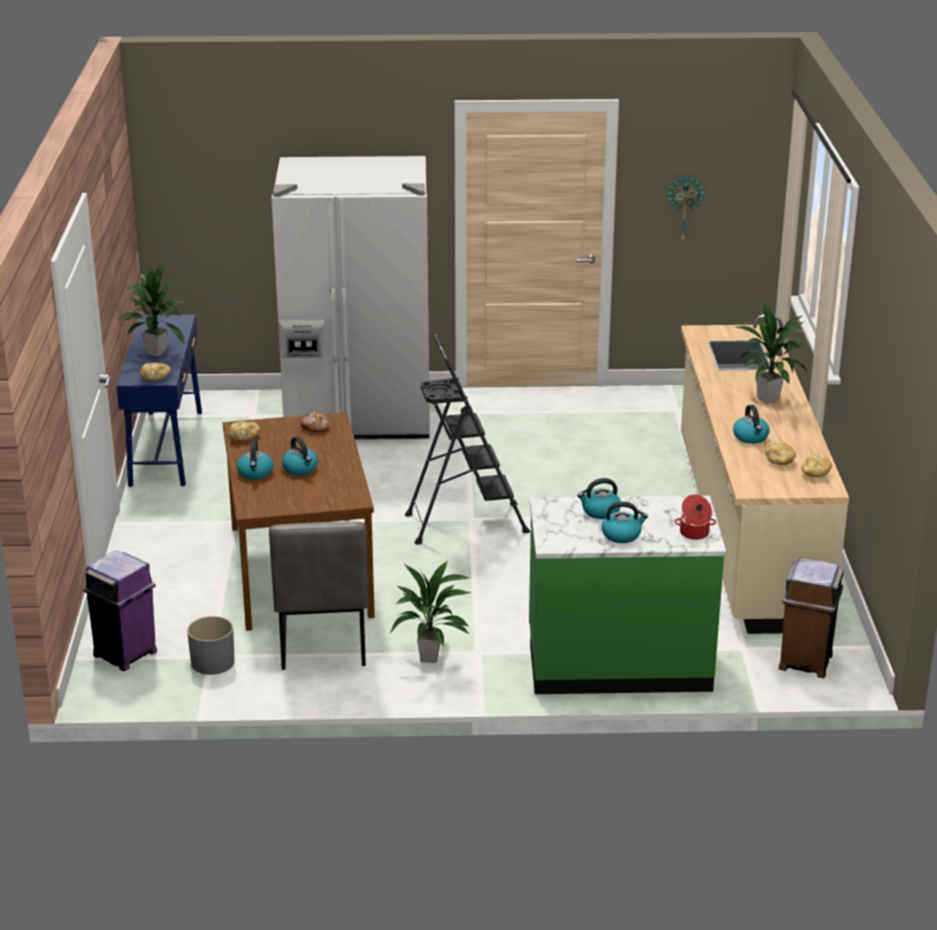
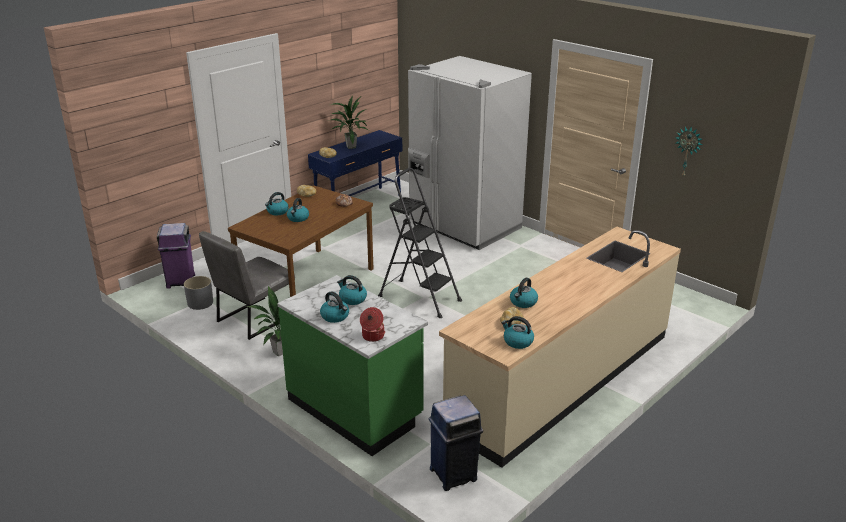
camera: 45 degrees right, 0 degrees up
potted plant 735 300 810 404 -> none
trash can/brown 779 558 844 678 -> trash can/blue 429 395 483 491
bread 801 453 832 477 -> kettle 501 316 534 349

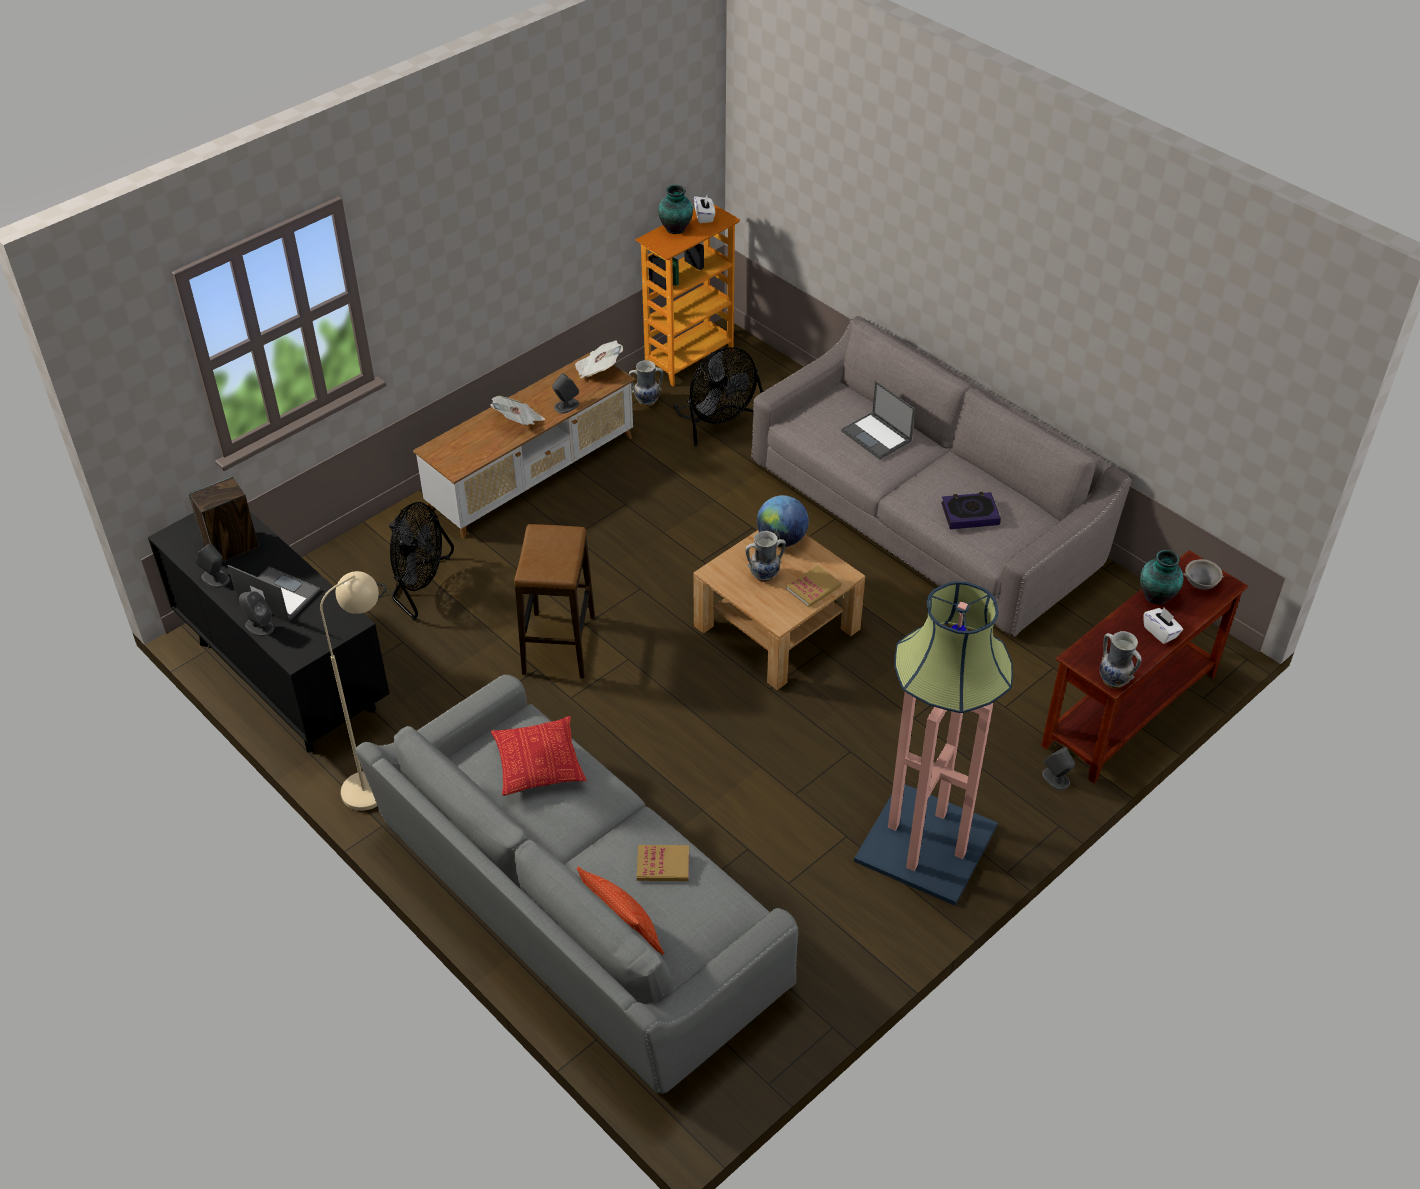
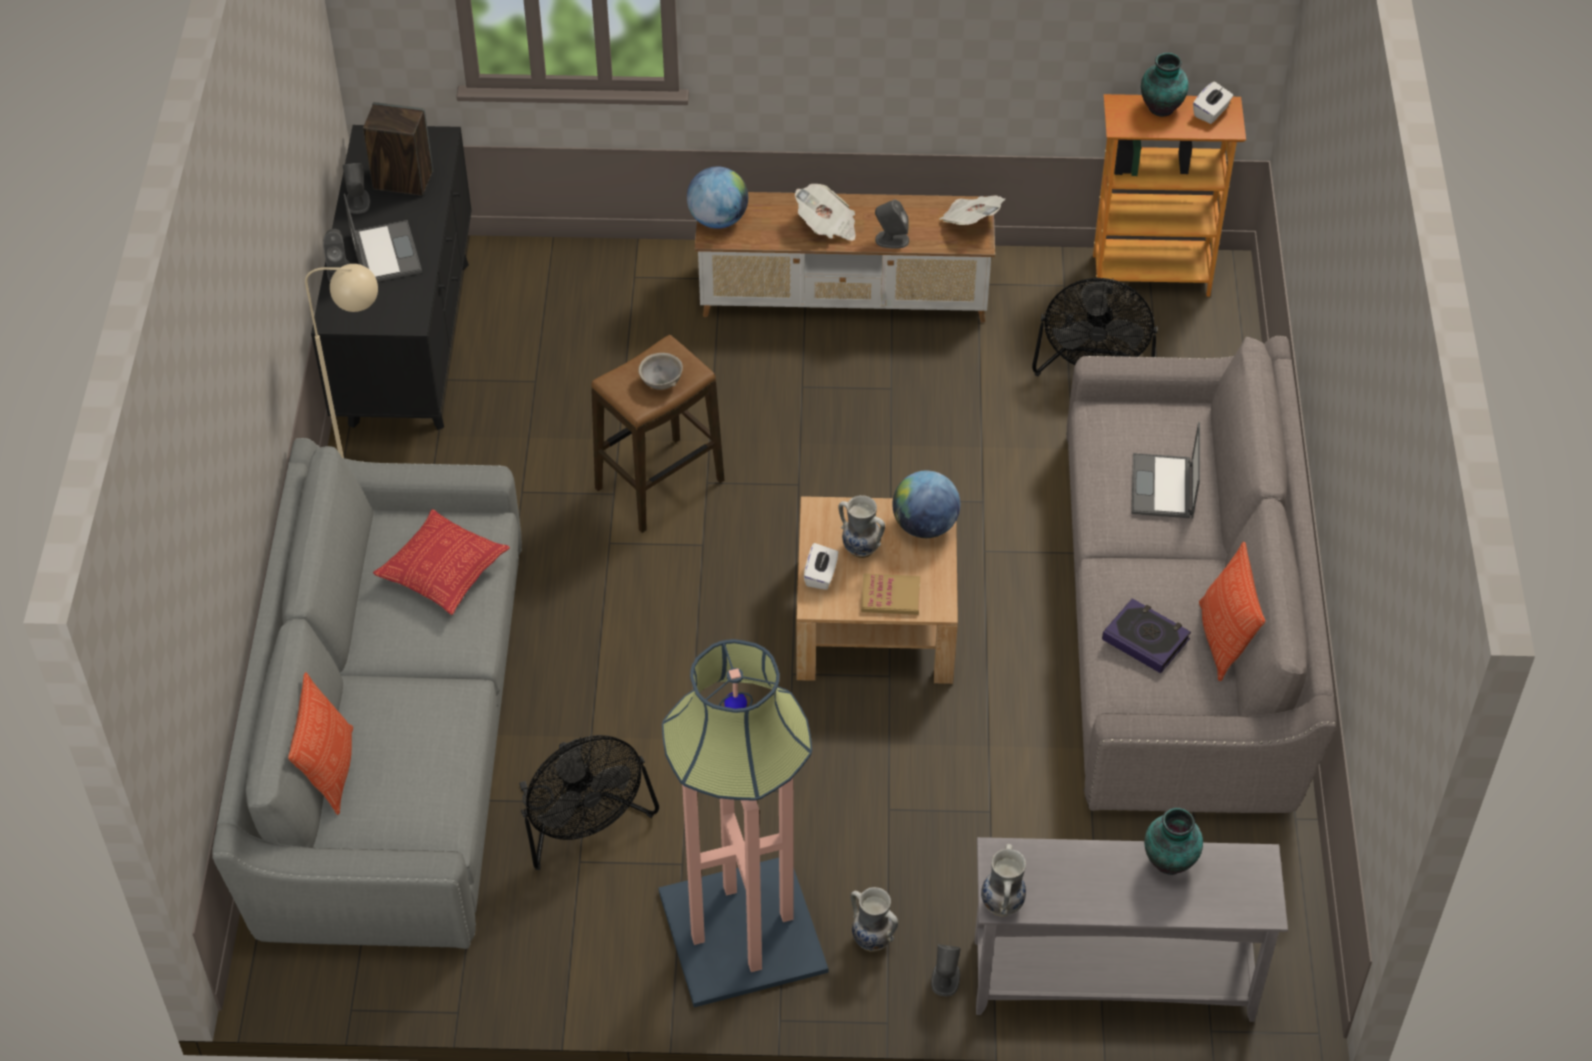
camera: 45 degrees right, 5 degrees up
fan/black 377 502 454 621 -> fan/black 519 735 659 870, relocated
vase 629 360 663 407 -> vase 851 887 898 952, relocated
book 637 845 689 881 -> none
console table/brown 1041 550 1248 784 -> console table/grey 975 837 1288 1022
tissue box/white 1144 607 1183 644 -> tissue box/white 804 543 838 590, relocated
bowl/grey 1183 559 1224 590 -> bowl/grey 639 353 683 390, relocated
none -> globe 687 166 748 229
none -> pillow/orange 1199 542 1265 681

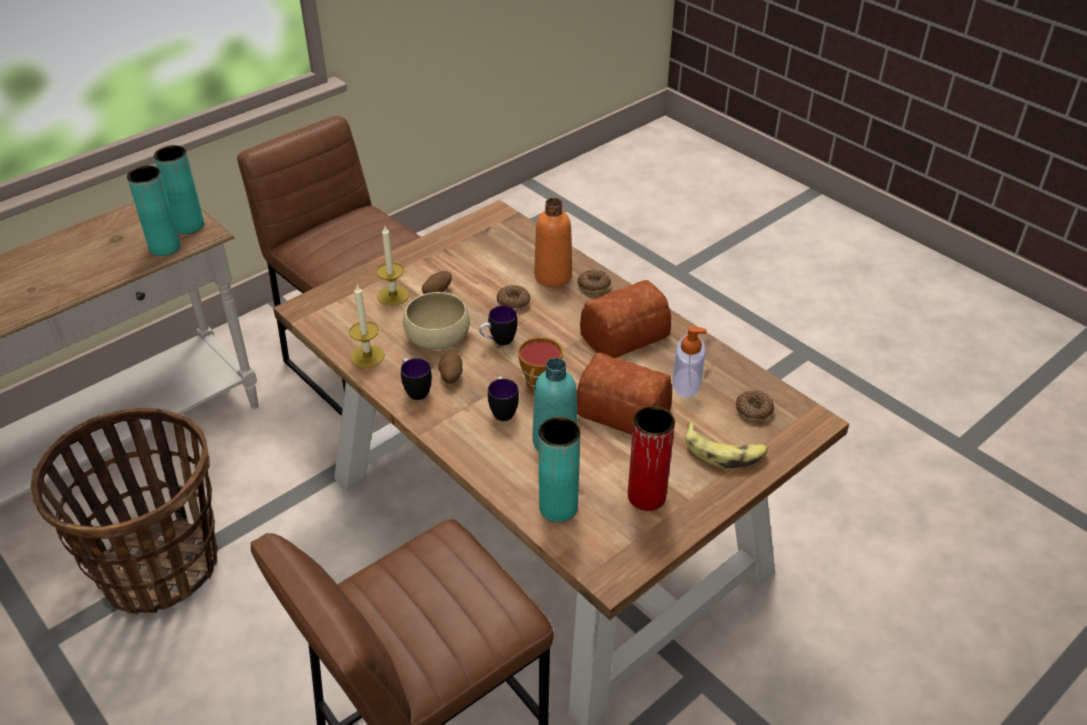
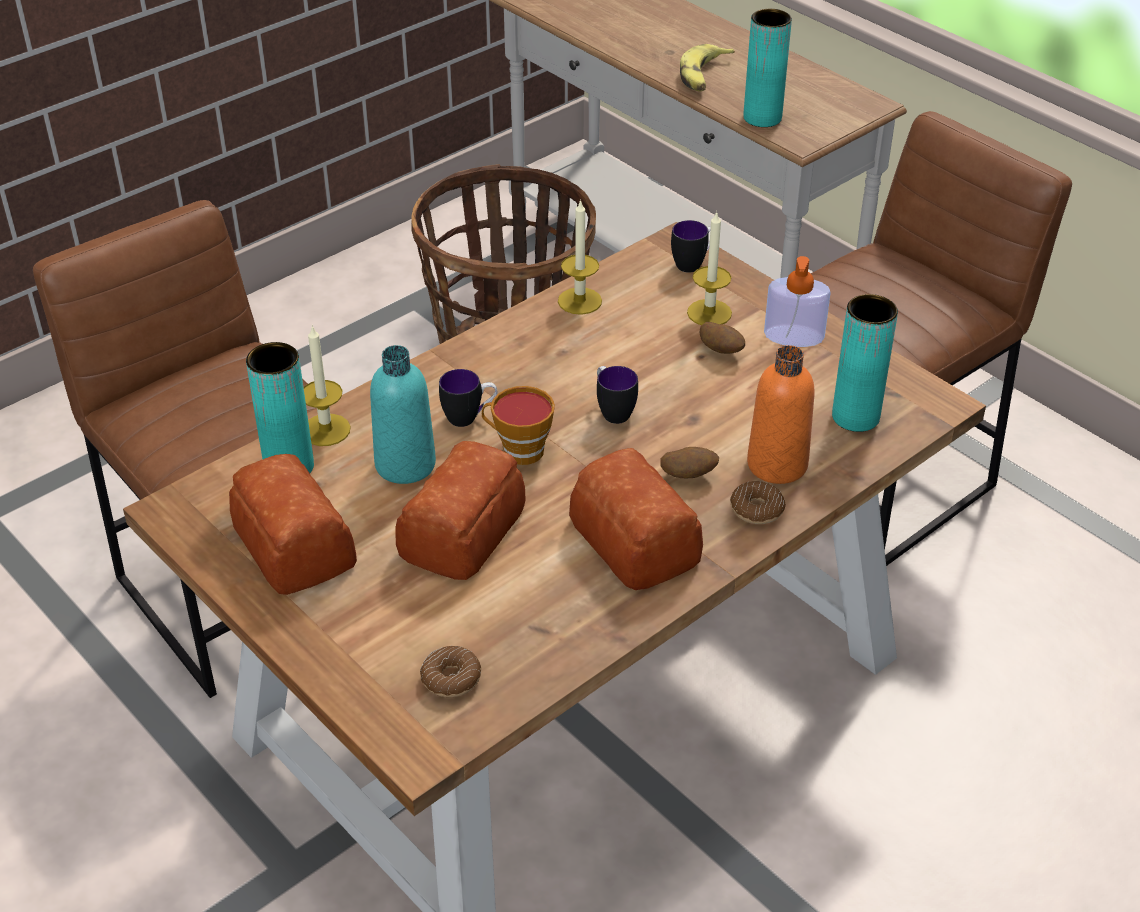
camera: 90 degrees right, 0 degrees up
vase/turquoise 154 145 204 234 -> vase/turquoise 832 294 898 432, relocated
mug 401 358 432 400 -> mug 671 220 711 273, relocated
bowl/beige 403 292 470 350 -> none
potato 438 351 462 384 -> potato 660 447 719 478, relocated
donut 497 285 530 311 -> none
vase/red 628 406 675 511 -> bread 229 454 357 595
soap dispenser 673 326 707 398 -> soap dispenser 764 256 831 347, relocated
banana 686 422 768 468 -> banana 680 44 735 92, relocated
none -> candle 304 325 351 446

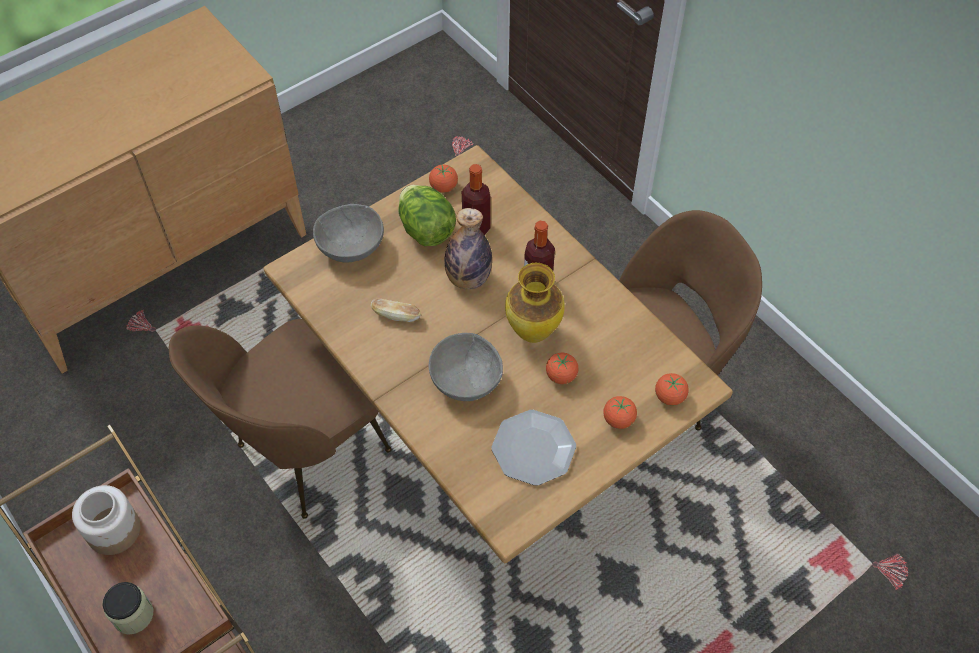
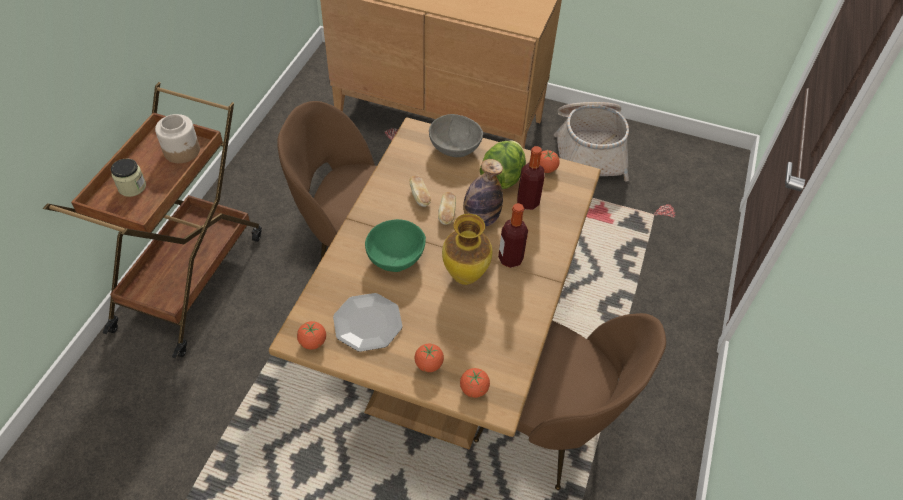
camera: 55 degrees right, 5 degrees down
bowl/grey 428 333 503 401 -> bowl/green 365 219 426 272
tomato 546 353 578 384 -> tomato 297 321 326 350, relocated
none -> bread 438 192 456 225
none -> basket 554 102 629 182

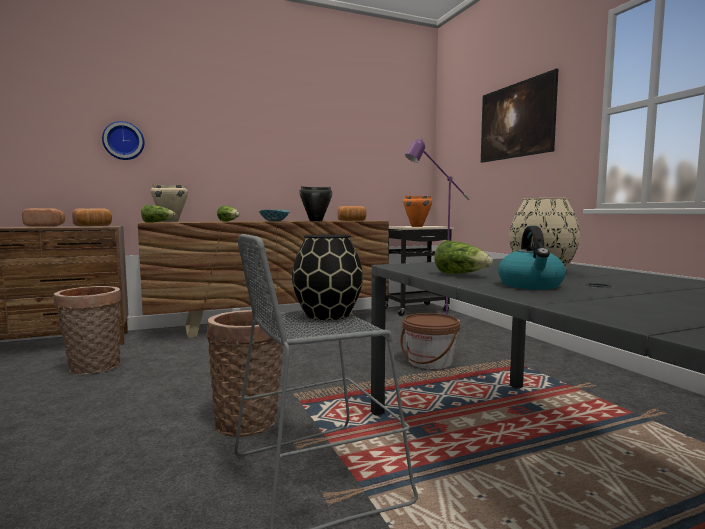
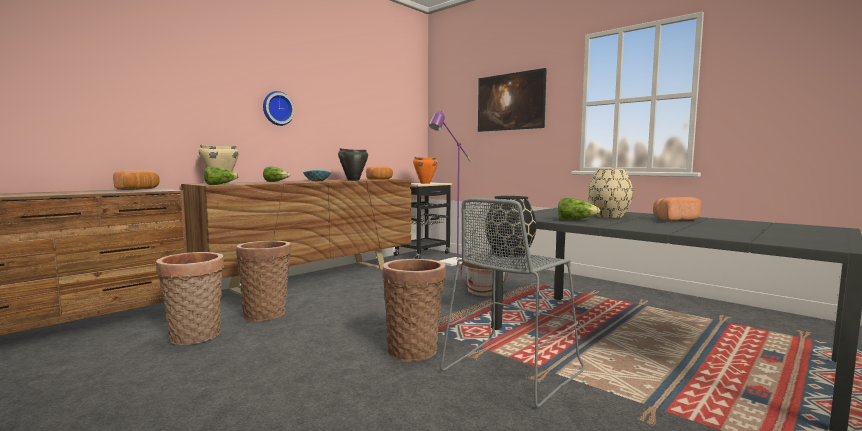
camera: 25 degrees left, 0 degrees up
bread 22 208 65 227 -> bread 653 197 701 221, relocated
wall clock 102 121 145 160 -> wall clock 263 91 295 126, relocated
kettle 498 226 566 290 -> none
none -> basket 236 241 291 322

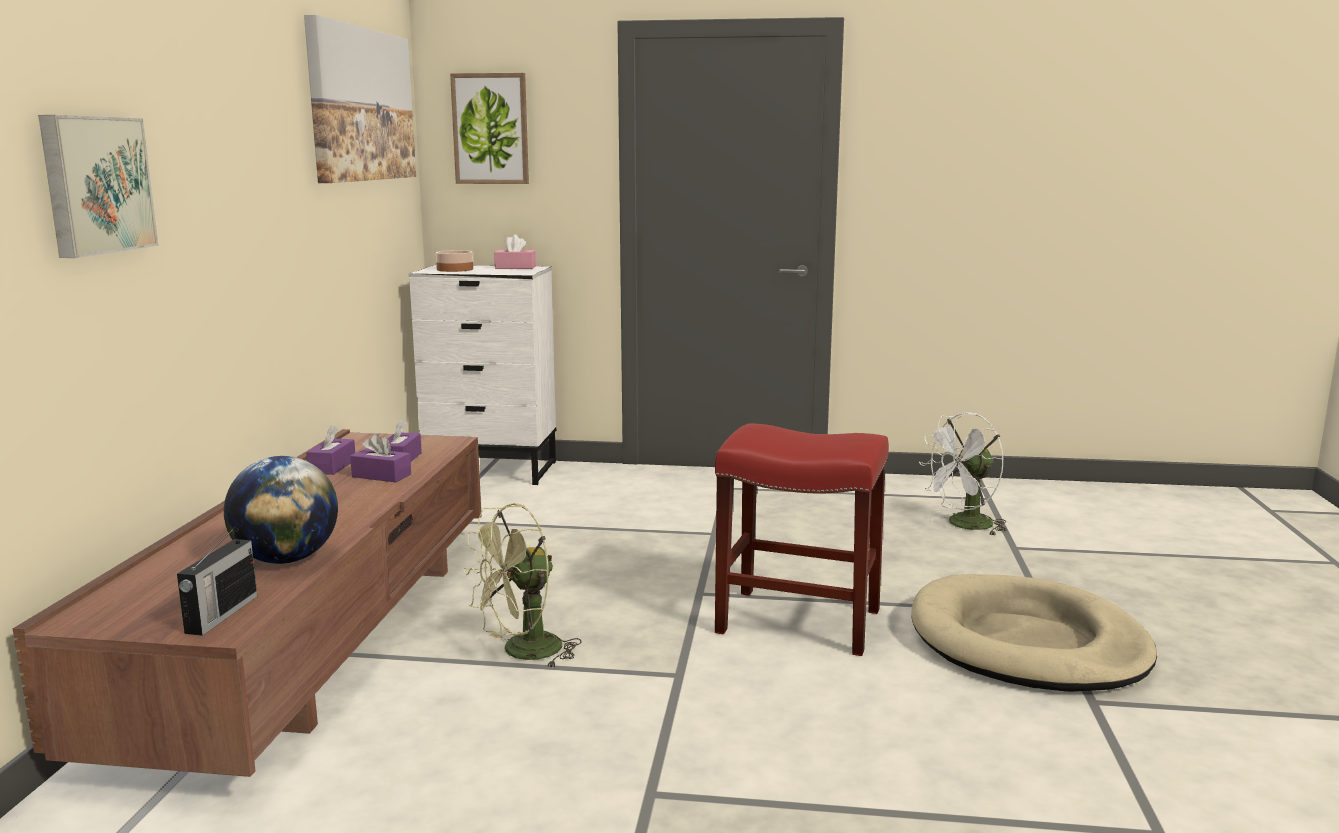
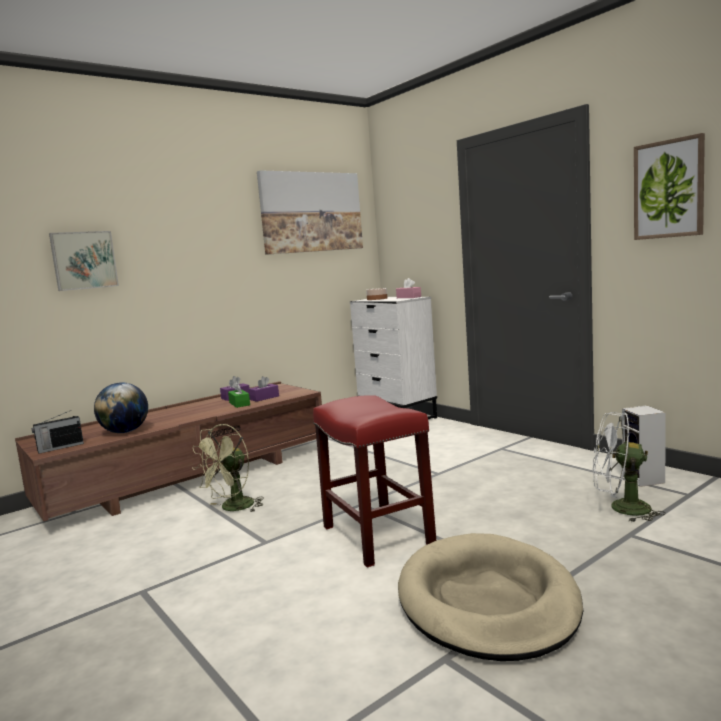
camera: 45 degrees right, 5 degrees down
tissue box/purple 350 433 411 482 -> tissue box/green 228 382 250 408
picture 450 73 529 184 -> picture 634 133 705 240, relocated
fan/green 463 503 581 669 -> fan/green 192 424 264 512, 60 degrees counterclockwise
none -> speaker 622 405 666 487

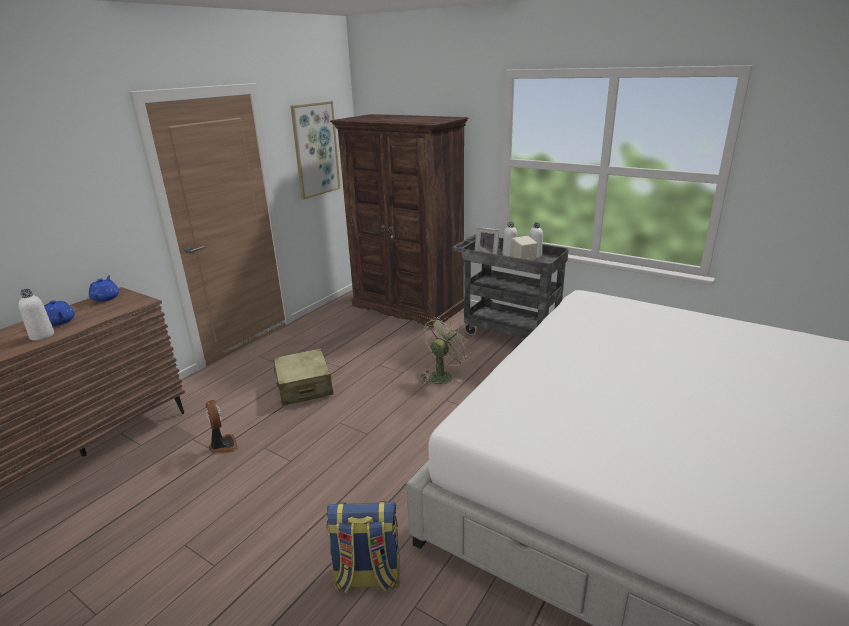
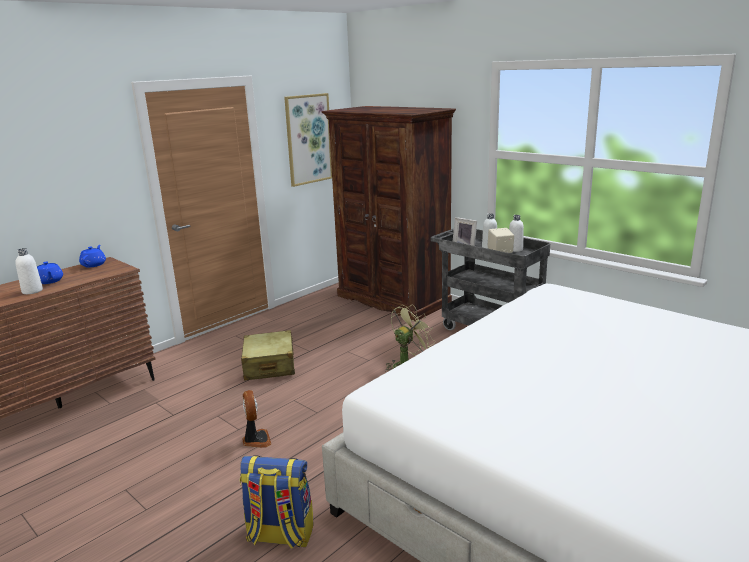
camera: 10 degrees right, 5 degrees down
fan 205 400 238 453 -> fan 242 390 272 448, relocated

